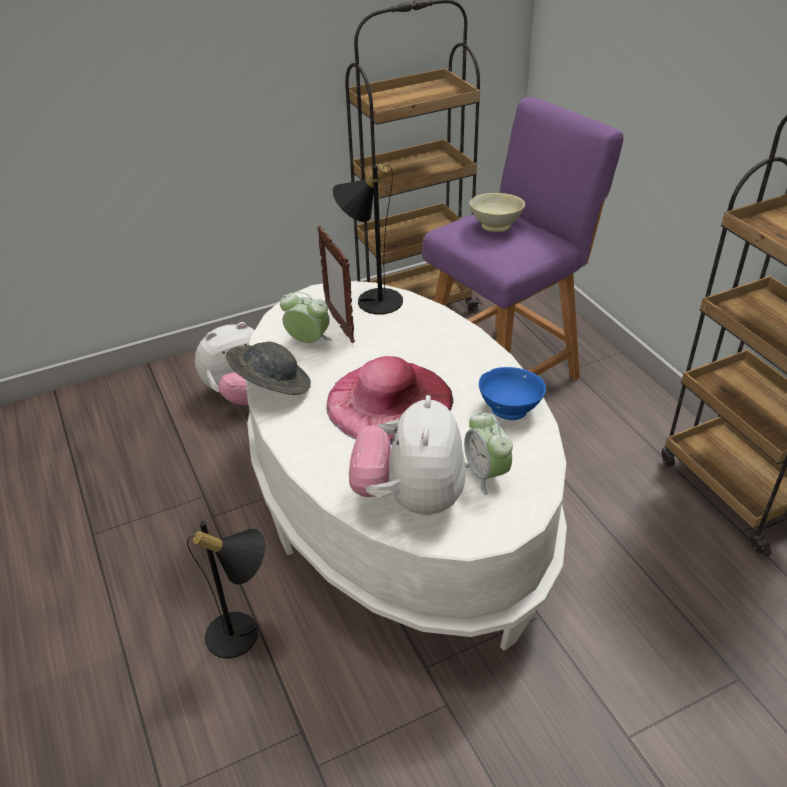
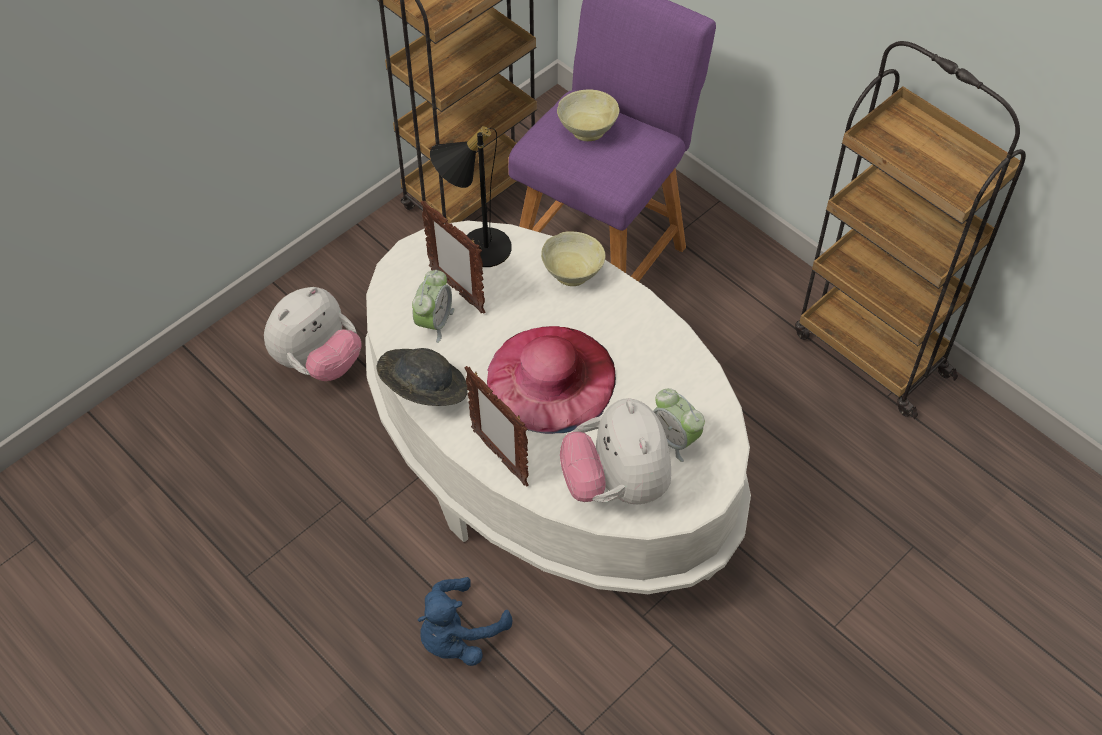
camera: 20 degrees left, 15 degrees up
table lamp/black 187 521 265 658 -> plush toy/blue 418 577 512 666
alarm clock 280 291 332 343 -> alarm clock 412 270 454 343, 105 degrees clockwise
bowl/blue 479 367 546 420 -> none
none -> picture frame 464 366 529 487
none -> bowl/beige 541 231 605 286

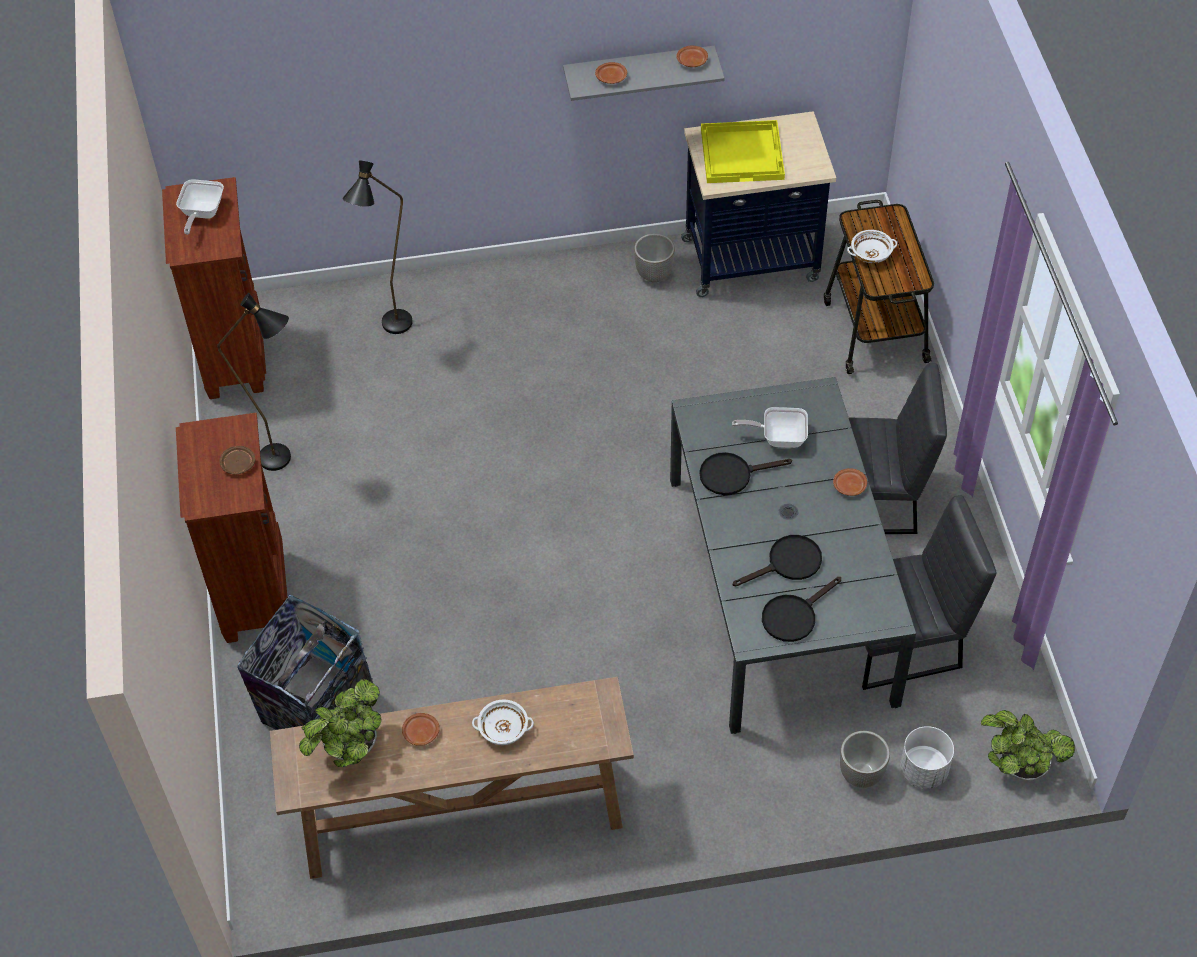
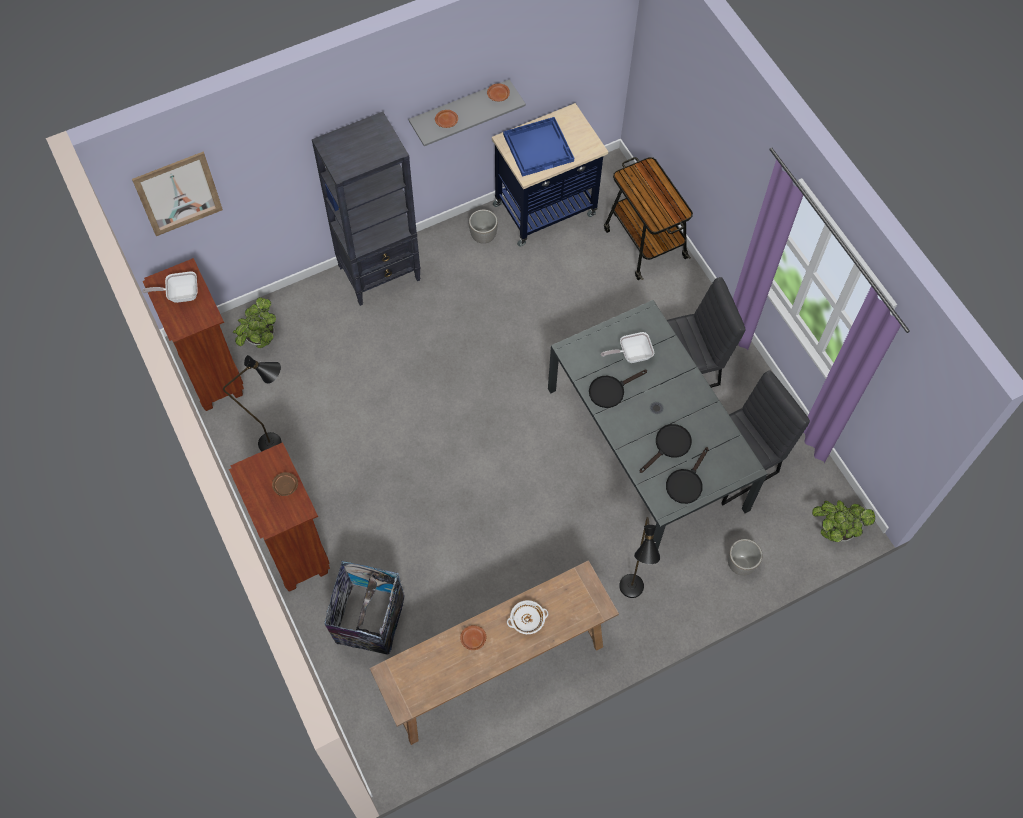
camera: 20 degrees left, 10 degrees up
frying pan 176 179 224 235 -> frying pan 142 272 198 303, 90 degrees clockwise
potted plant 299 679 382 767 -> potted plant 232 297 276 348, relocated
floor lamp/black 342 160 412 334 -> floor lamp/black 619 517 660 598, relocated
tray/yellow 701 120 785 183 -> tray/blue 503 117 574 177
plate/brown 833 468 867 496 -> none
bowl/white 847 230 897 263 -> none
planter/white 900 726 954 789 -> none
none -> picture 132 152 223 236
none -> bookcase/black 312 112 421 306

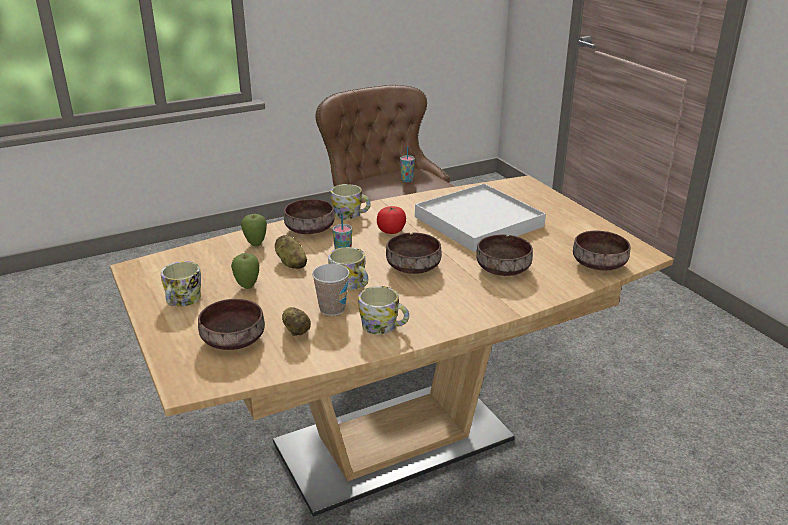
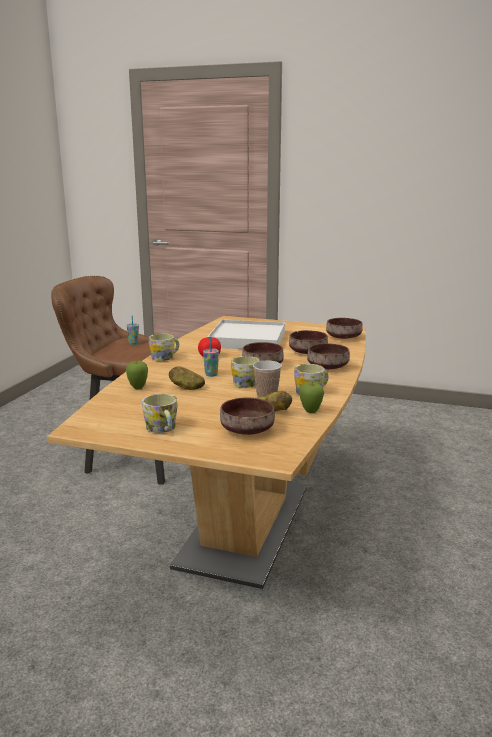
camera: 45 degrees left, 10 degrees down
apple 231 253 259 289 -> apple 299 382 324 413, relocated
bowl/brown 284 199 335 234 -> bowl/brown 307 343 350 369, relocated

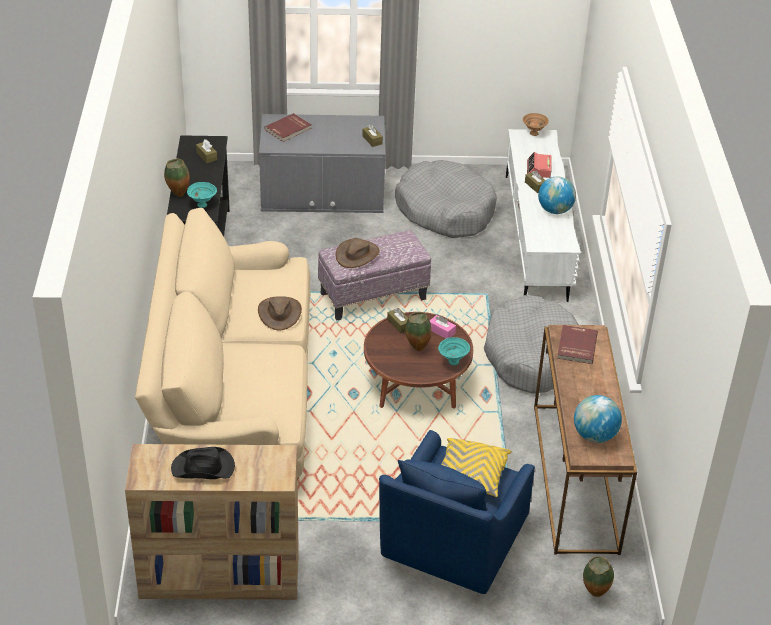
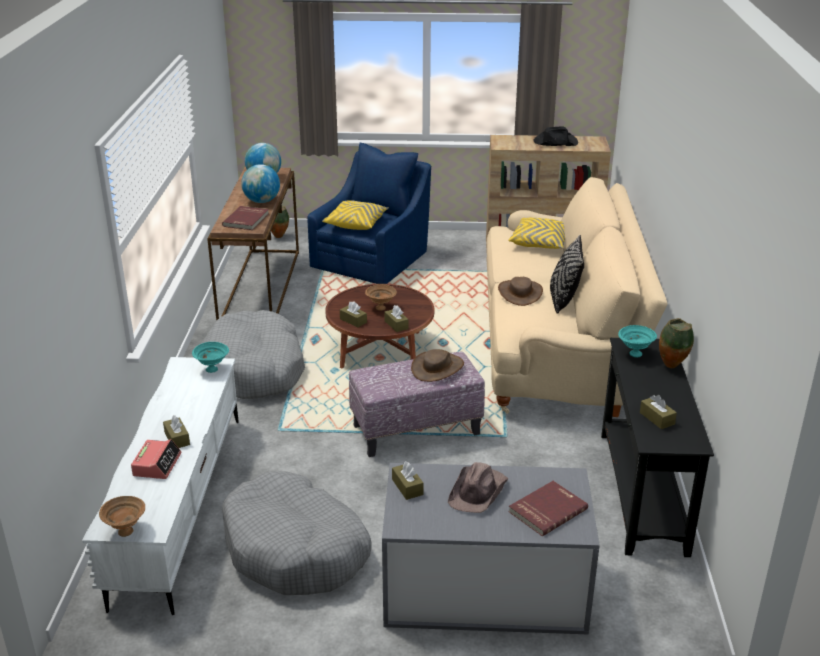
camera: 175 degrees left, 10 degrees down
vase 405 312 432 351 -> bowl/brown 365 284 397 310
tissue box/pink 430 315 456 339 -> tissue box/brown 340 301 367 328
bowl/turquoise 438 337 470 365 -> bowl/turquoise 192 342 229 373, relocated
globe 538 177 576 214 -> globe 241 164 280 203, relocated
none -> hat/brown 448 462 509 513
none -> pillow/yellow 509 218 565 249
none -> pillow/black 550 235 584 314

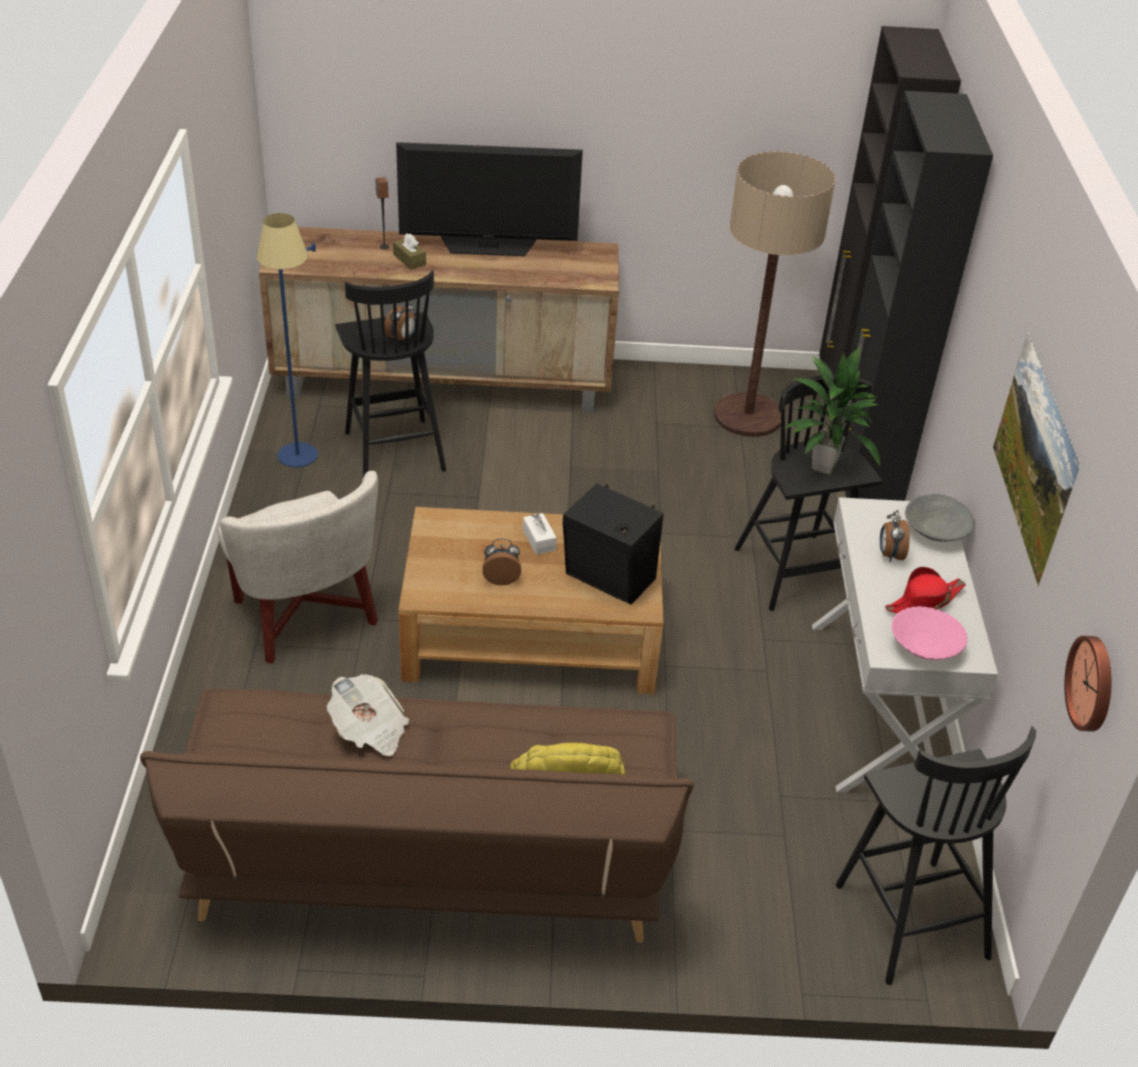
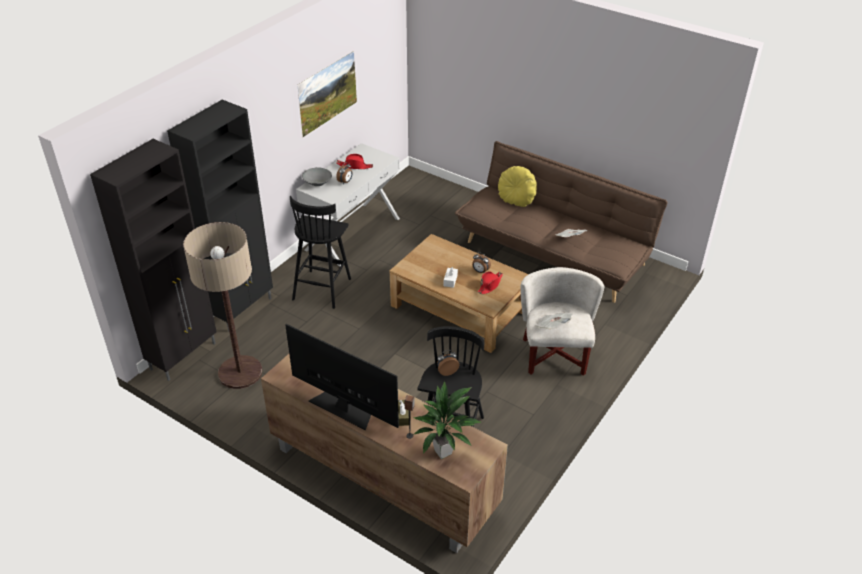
camera: 145 degrees left, 0 degrees up
floor lamp/blue 257 213 318 467 -> none
speaker/black 563 483 664 605 -> none
potted plant 784 346 881 475 -> potted plant 413 381 481 459, relocated
stool/black 836 726 1036 985 -> none
bowl/pink 892 606 967 660 -> none
wall clock 1064 636 1111 732 -> none
none -> hat/red 478 271 503 294
none -> newspaper 535 312 573 329

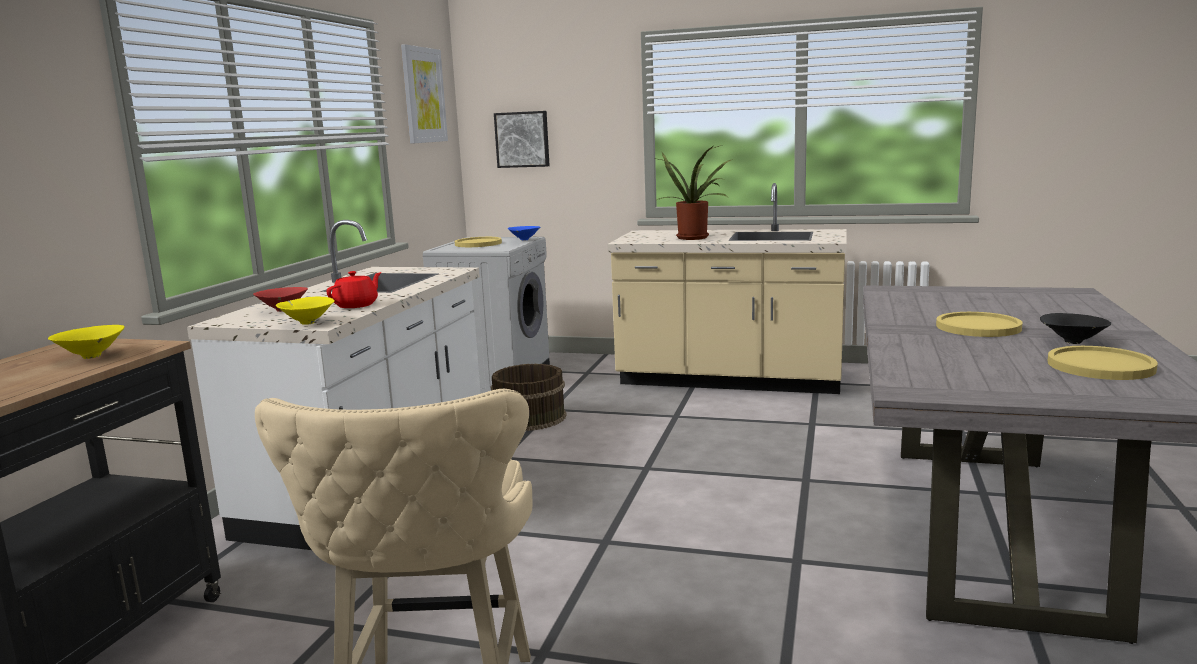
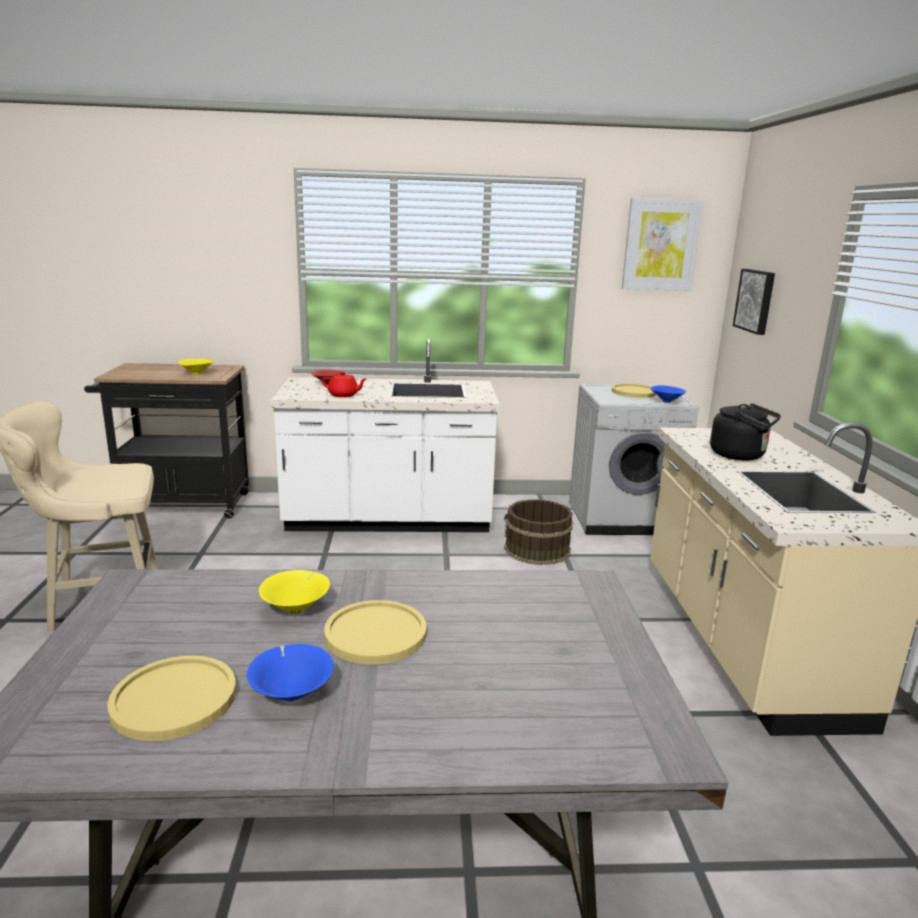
camera: 70 degrees right, 5 degrees up
bowl/yellow 276 296 335 325 -> bowl/yellow 259 570 330 614, relocated
potted plant 653 145 733 240 -> kettle/black 710 403 781 460
bowl/black 1040 313 1111 344 -> bowl/blue 246 644 333 701

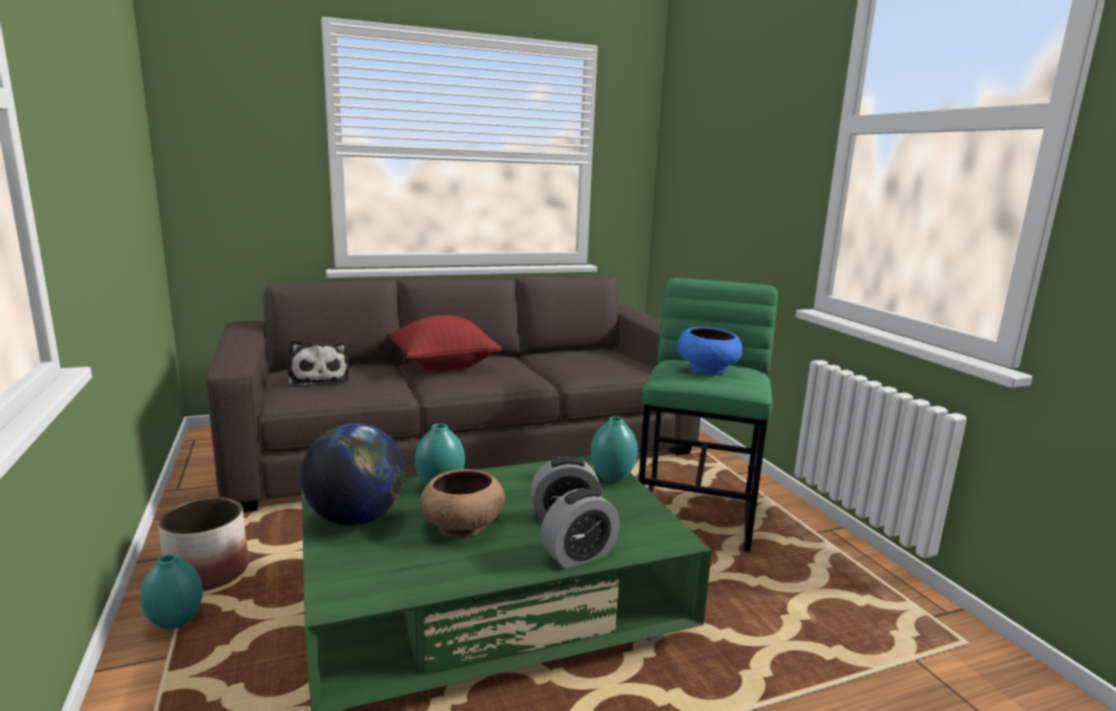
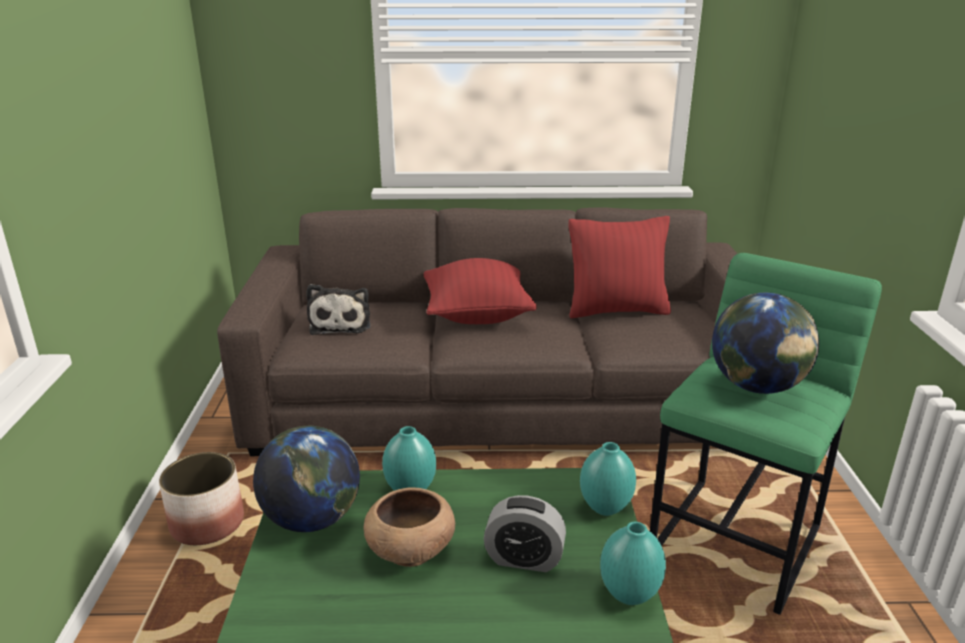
camera: 20 degrees right, 10 degrees up
vase/turquoise 140 554 203 630 -> vase/turquoise 600 522 666 605, relocated
alarm clock 541 488 619 569 -> none
bowl/blue 677 327 743 375 -> globe 712 292 819 394
none -> pillow/red 568 216 671 318

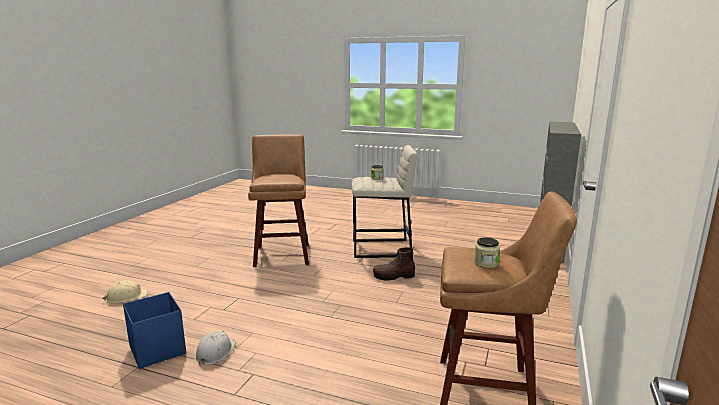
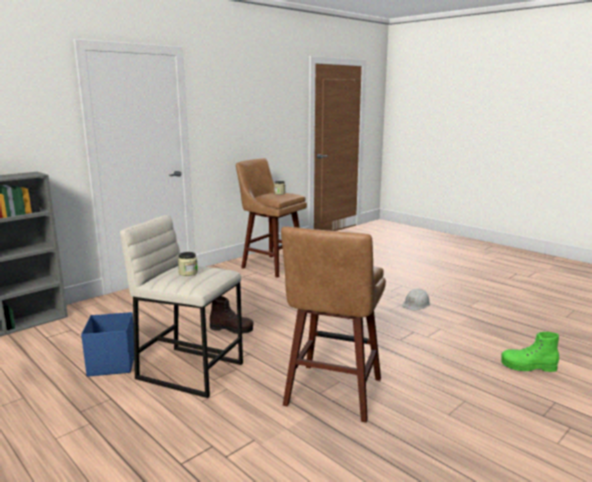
camera: 155 degrees left, 0 degrees up
hard hat/beige 102 280 148 303 -> boot/green 501 332 559 372
storage box/blue 123 292 186 369 -> storage box/blue 81 312 134 377, relocated

